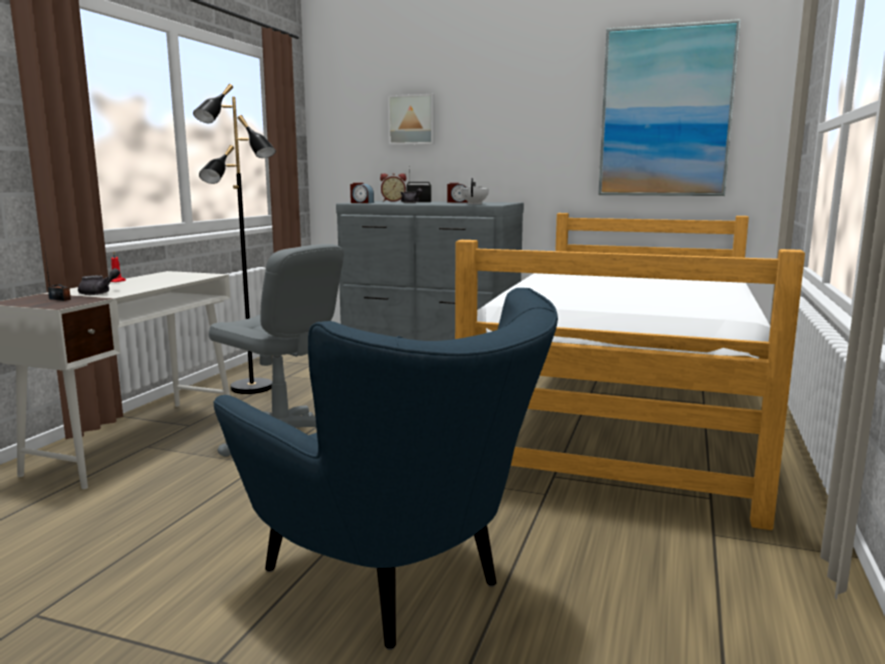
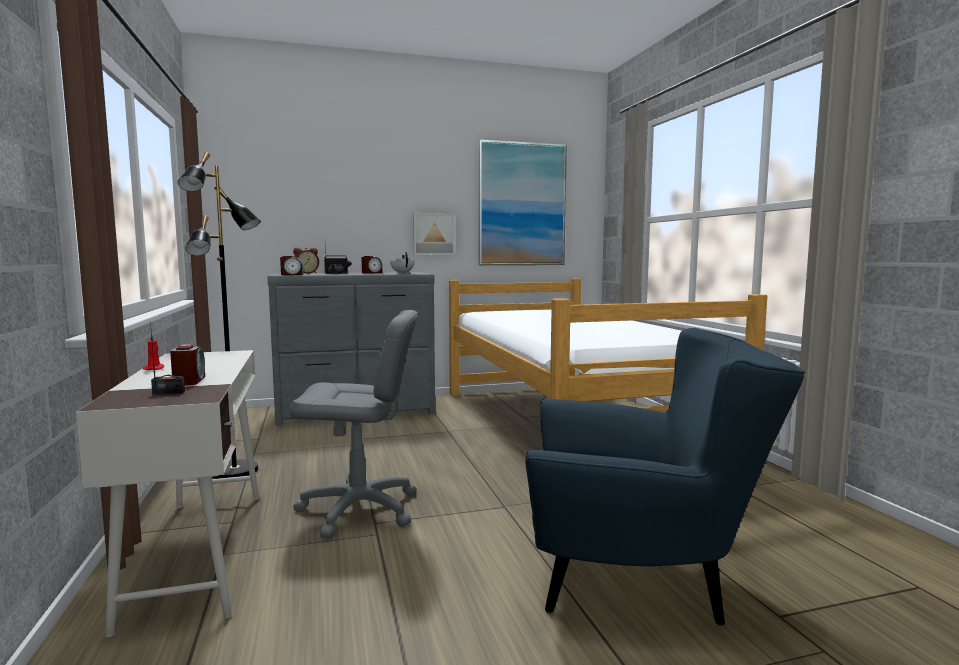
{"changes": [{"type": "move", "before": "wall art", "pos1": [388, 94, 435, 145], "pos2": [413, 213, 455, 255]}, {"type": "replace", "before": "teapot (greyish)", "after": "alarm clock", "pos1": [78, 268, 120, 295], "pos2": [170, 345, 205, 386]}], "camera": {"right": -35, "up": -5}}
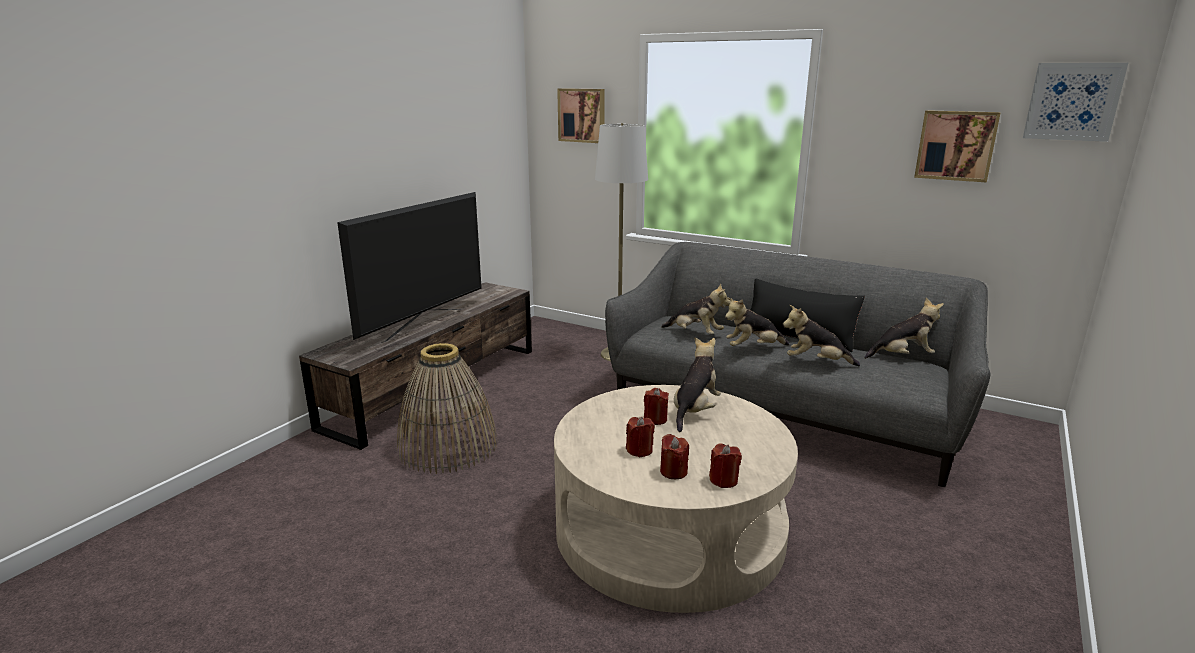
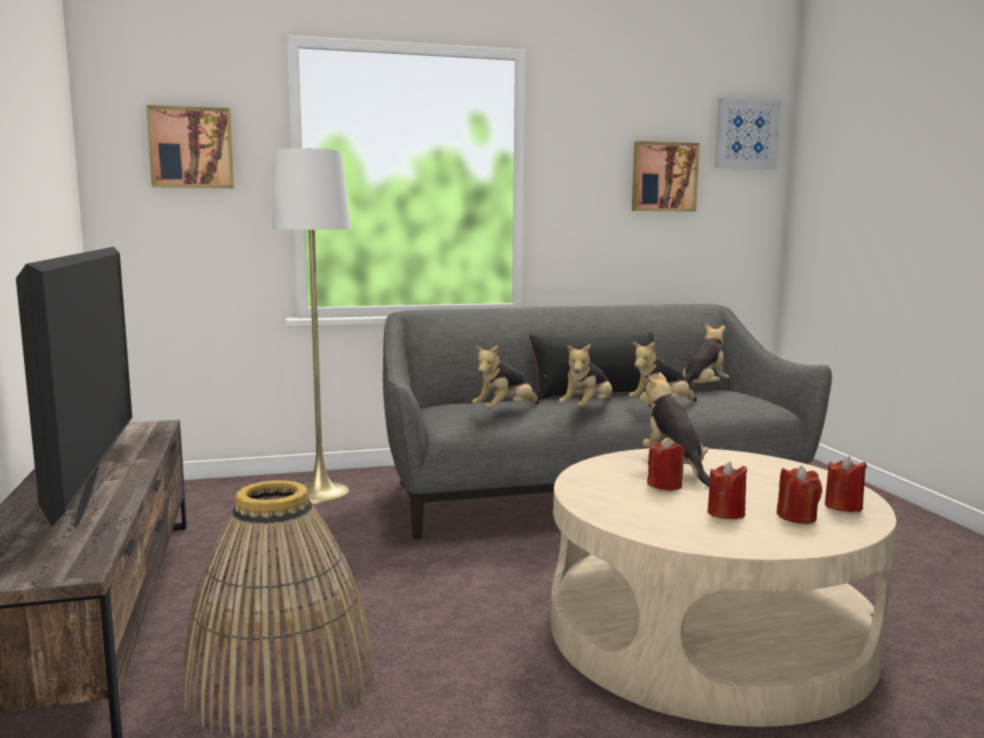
{"changes": [{"type": "rotate", "before": "soft toy", "pos1": [661, 283, 731, 334], "pos2": [472, 345, 539, 409], "turn": 150}], "camera": {"right": -45, "up": -10}}
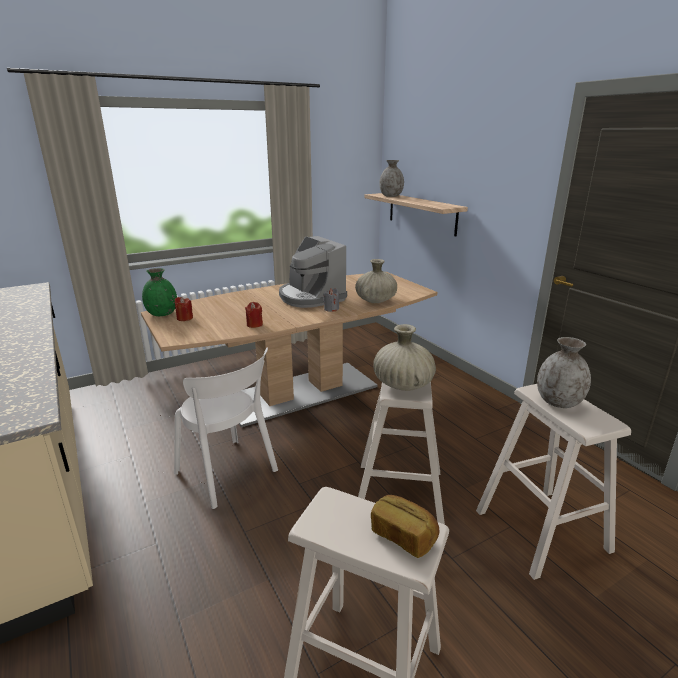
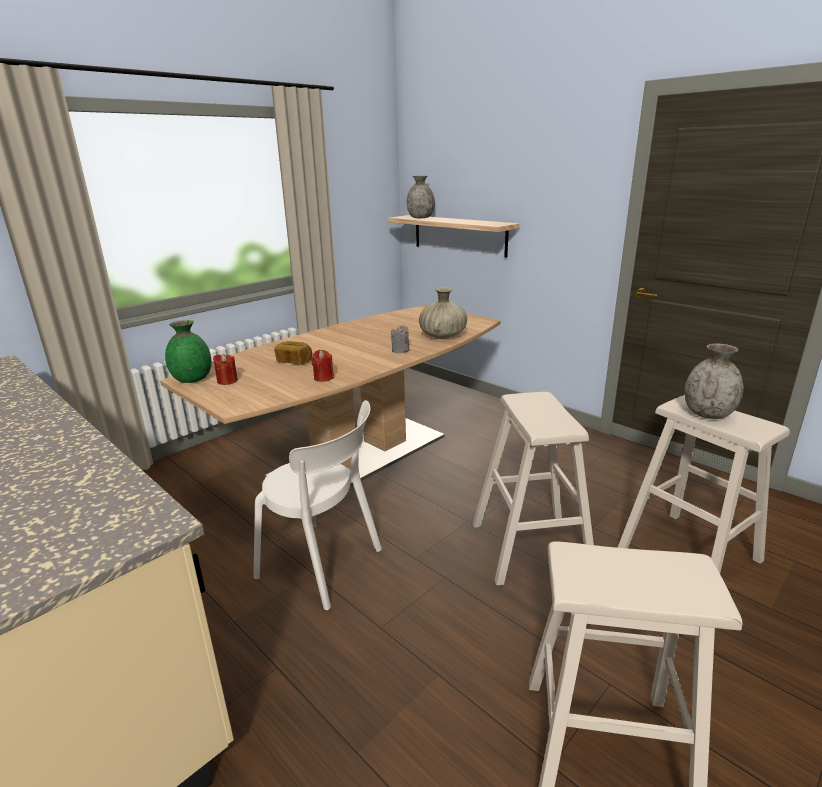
{"changes": [{"type": "delete", "before": "coffee brewer", "pos1": [279, 236, 347, 308]}, {"type": "delete", "before": "flower vase (beige-coloured)", "pos1": [373, 324, 436, 391]}, {"type": "move", "before": "bakery bread", "pos1": [371, 495, 439, 558], "pos2": [274, 341, 312, 365]}], "camera": {"right": -15, "up": 0}}
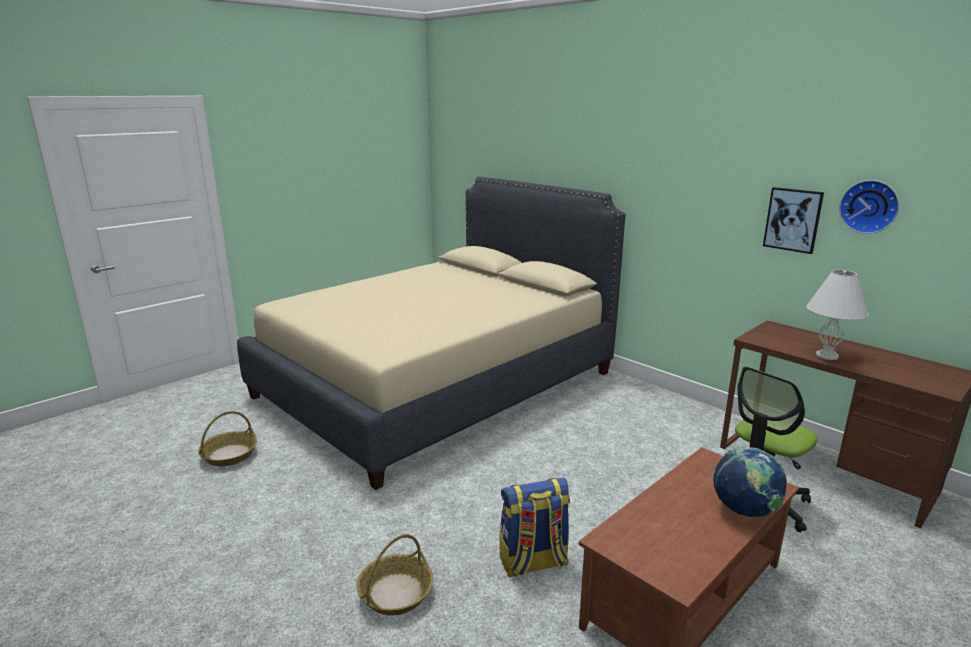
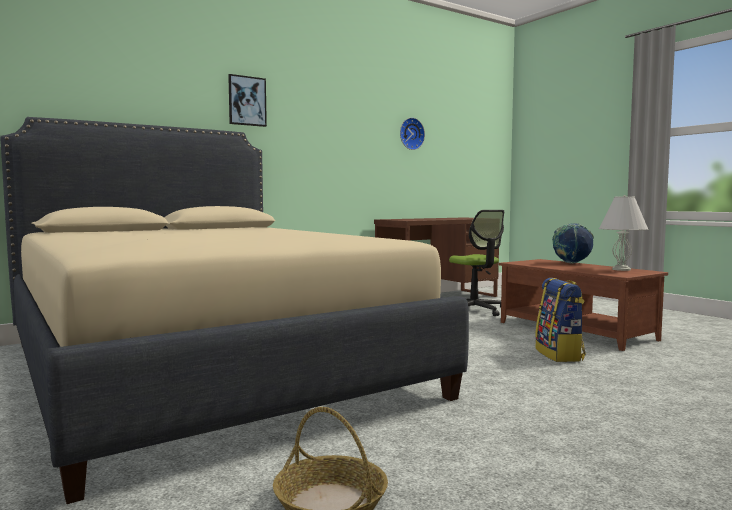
{"changes": [{"type": "delete", "before": "household basket", "pos1": [356, 534, 433, 615]}, {"type": "move", "before": "wall art", "pos1": [763, 187, 824, 254], "pos2": [228, 74, 267, 127]}, {"type": "move", "before": "table lamp (whitish)", "pos1": [806, 270, 868, 360], "pos2": [599, 195, 648, 271]}], "camera": {"right": -80, "up": -15}}
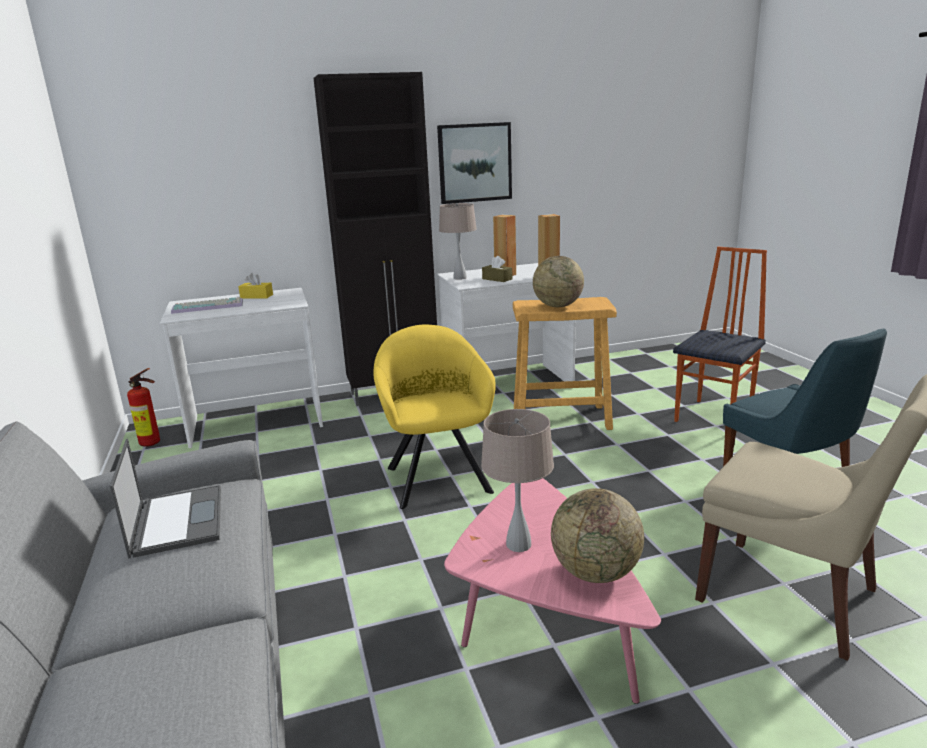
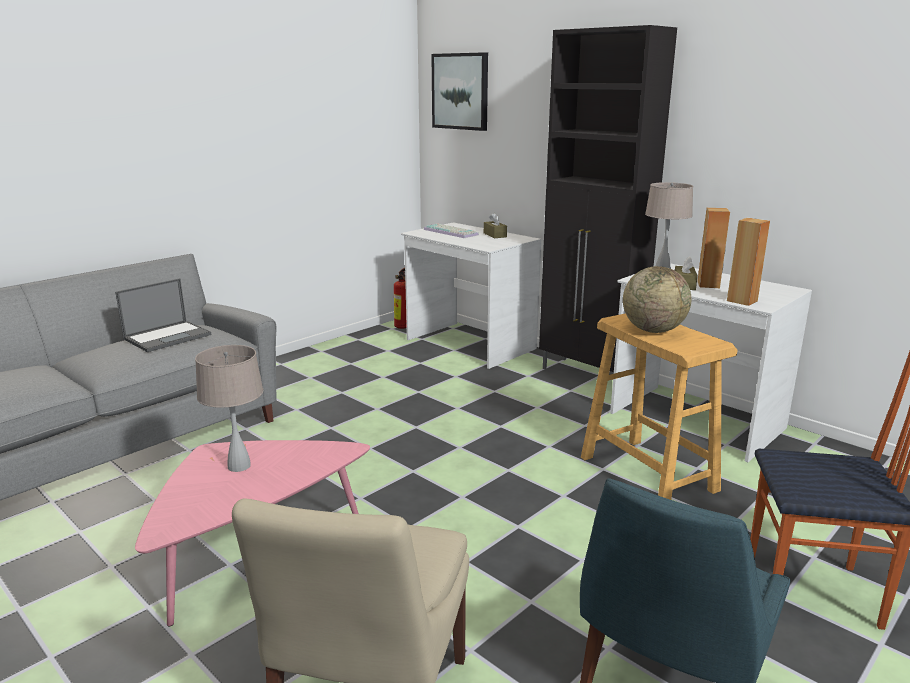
{"changes": [{"type": "delete", "before": "easy chair (yellowish)", "pos1": [373, 325, 496, 509]}, {"type": "delete", "before": "world globe", "pos1": [551, 488, 644, 583]}, {"type": "move", "before": "wall art", "pos1": [437, 122, 512, 204], "pos2": [431, 52, 488, 131]}, {"type": "recolor", "before": "tissue box (yellowish)", "after": "tissue box (brownish)", "pos1": [238, 273, 273, 299], "pos2": [484, 213, 507, 238]}], "camera": {"right": 60, "up": 0}}
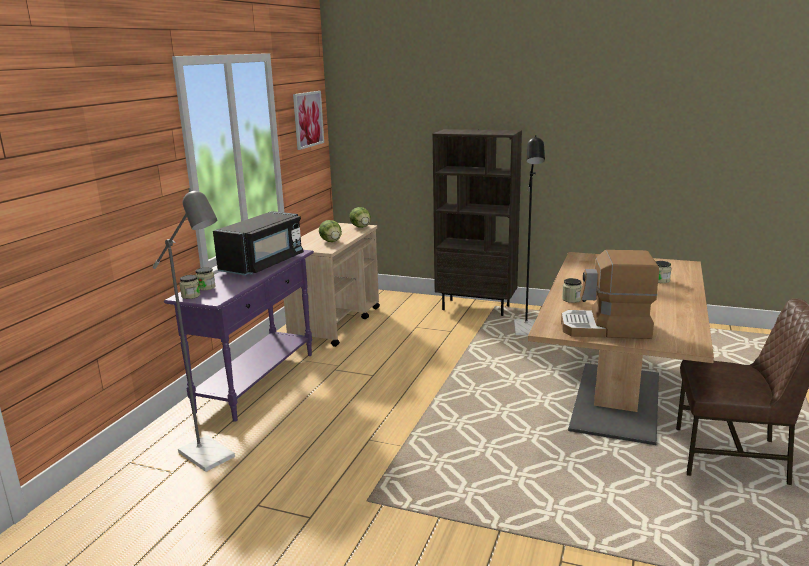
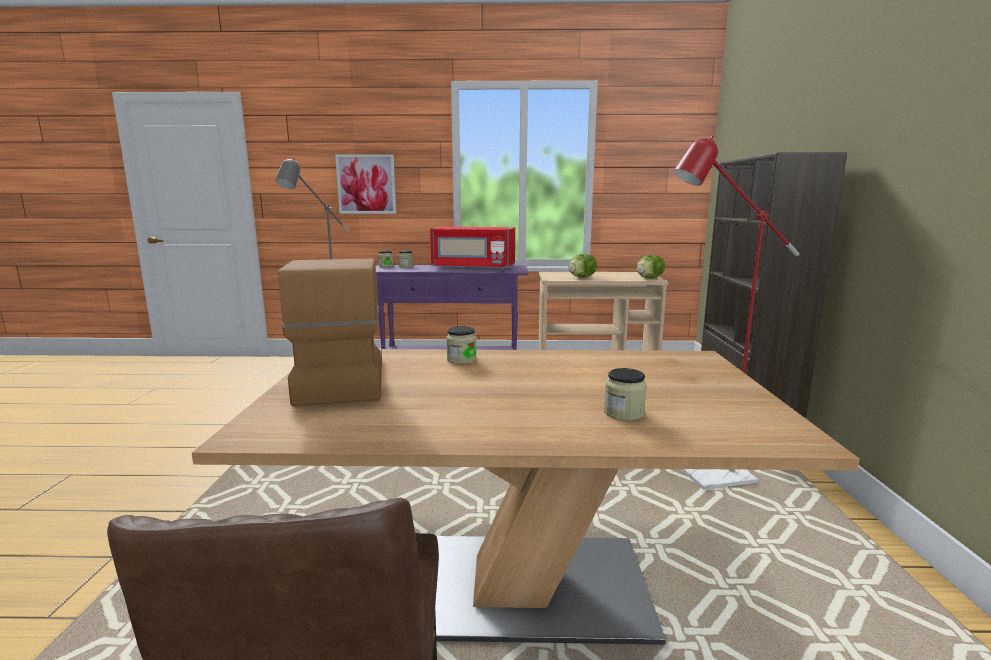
{"changes": [{"type": "move", "before": "wall art", "pos1": [293, 91, 324, 150], "pos2": [335, 154, 396, 214]}, {"type": "recolor", "before": "microwave (black)", "after": "microwave (red-coloured)", "pos1": [213, 211, 304, 275], "pos2": [430, 227, 515, 270]}, {"type": "recolor", "before": "standard lamp (black)", "after": "standard lamp (red-coloured)", "pos1": [514, 135, 545, 335], "pos2": [674, 136, 800, 490]}], "camera": {"right": 70, "up": -5}}
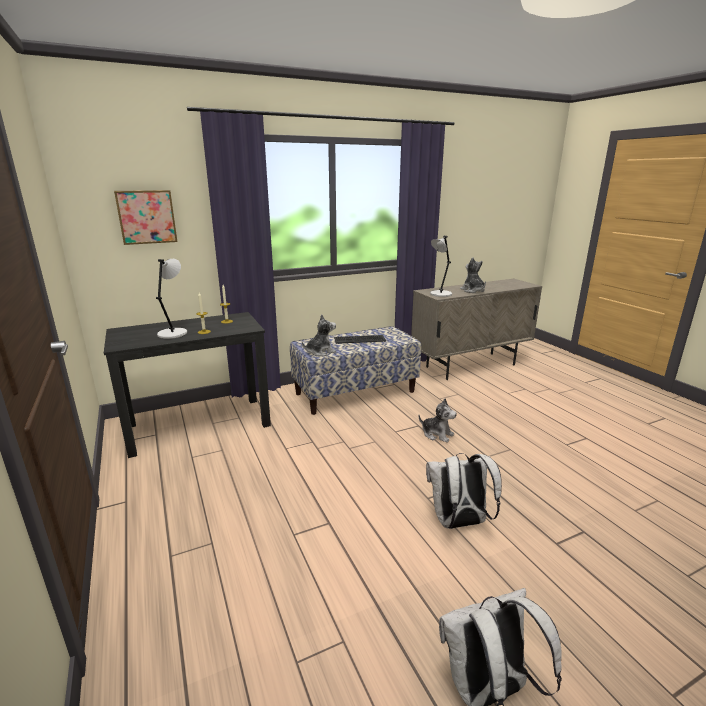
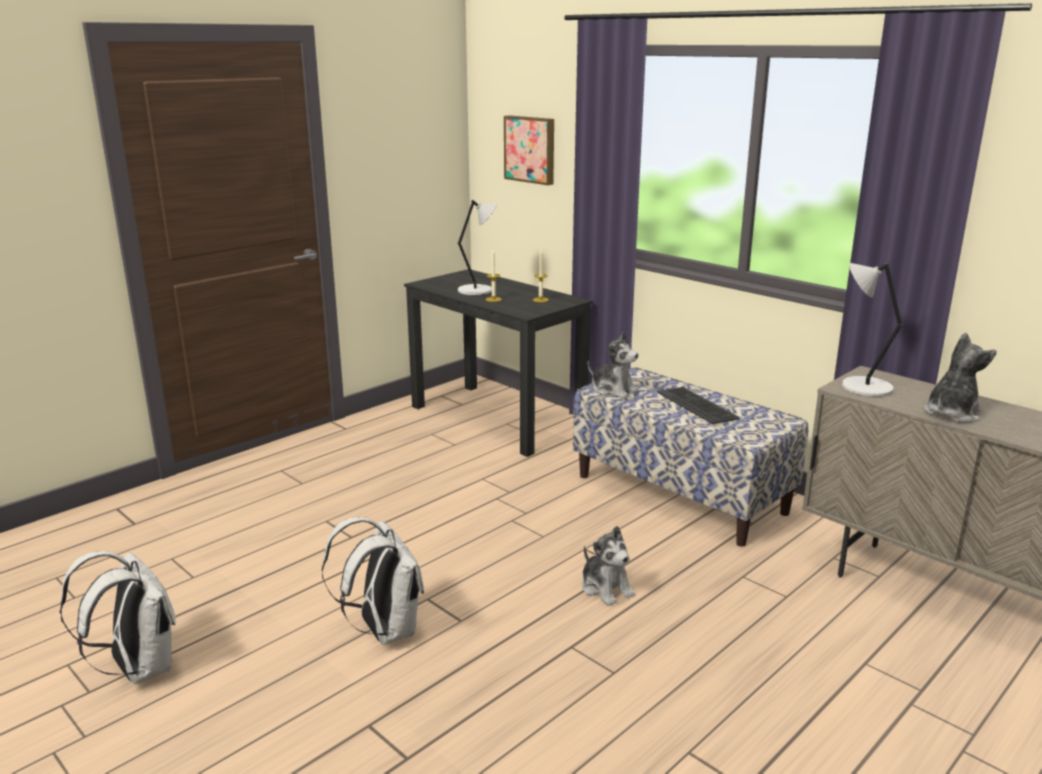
{"changes": [{"type": "rotate", "before": "soft toy", "pos1": [418, 398, 457, 443], "pos2": [582, 526, 635, 606], "turn": -45}], "camera": {"right": 70, "up": 0}}
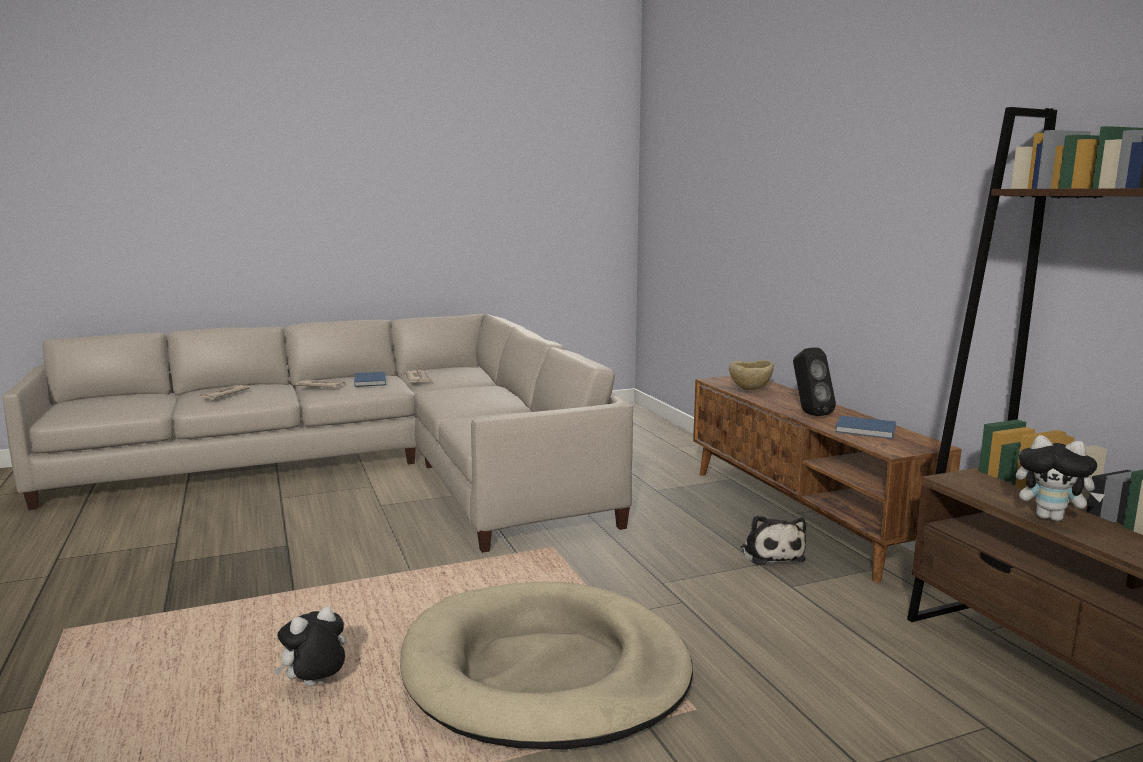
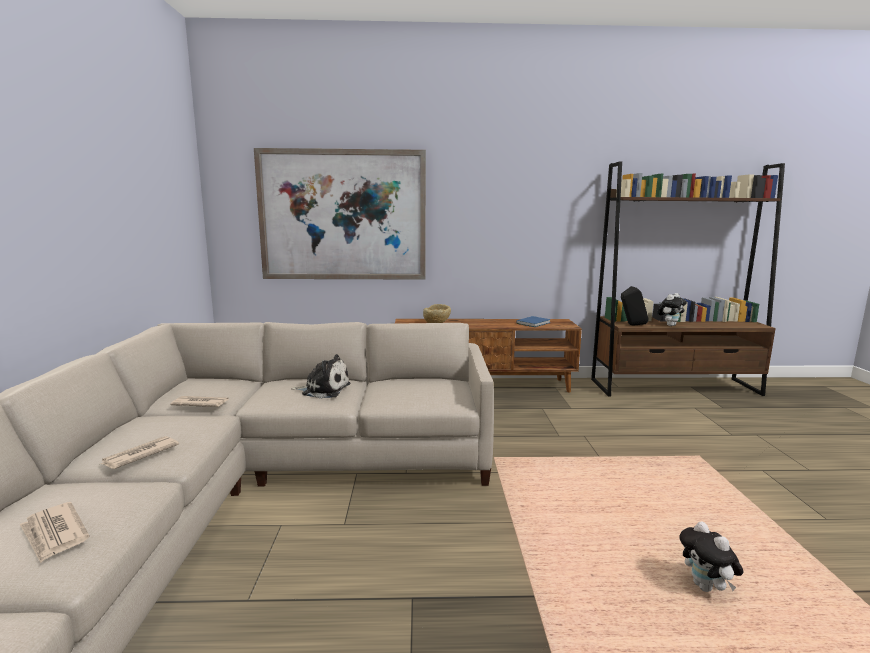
{"changes": [{"type": "delete", "before": "book (bluish)", "pos1": [354, 372, 386, 387]}, {"type": "delete", "before": "dog cushion (beige-coloured)", "pos1": [400, 582, 693, 750]}, {"type": "insert", "after": "wall art", "pos2": [254, 148, 426, 280]}, {"type": "move", "before": "soft toy", "pos1": [741, 515, 806, 565], "pos2": [291, 354, 350, 398]}, {"type": "move", "before": "speaker (black)", "pos1": [793, 348, 836, 416], "pos2": [621, 286, 649, 325]}], "camera": {"right": -70, "up": 0}}
